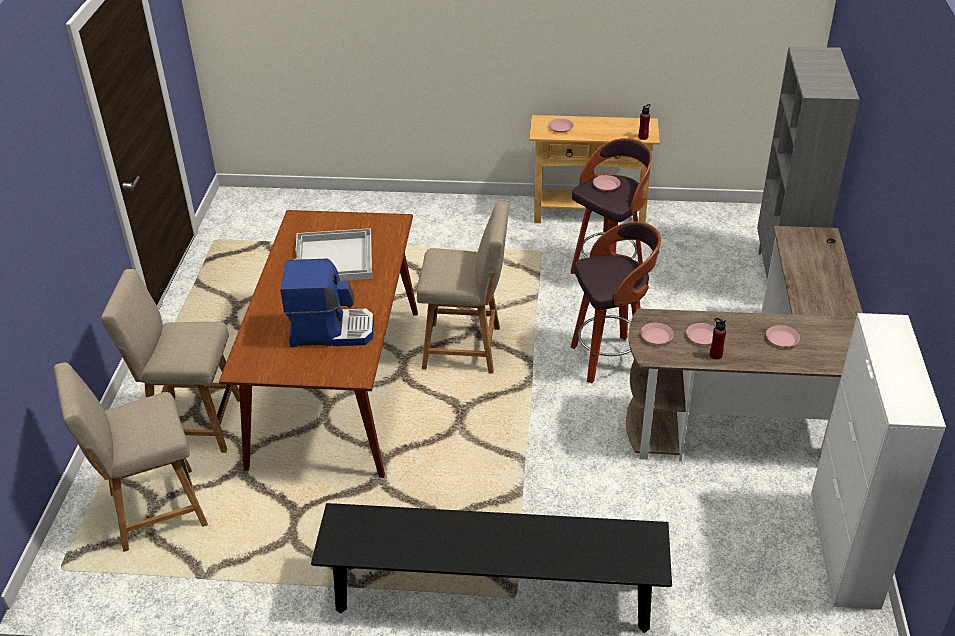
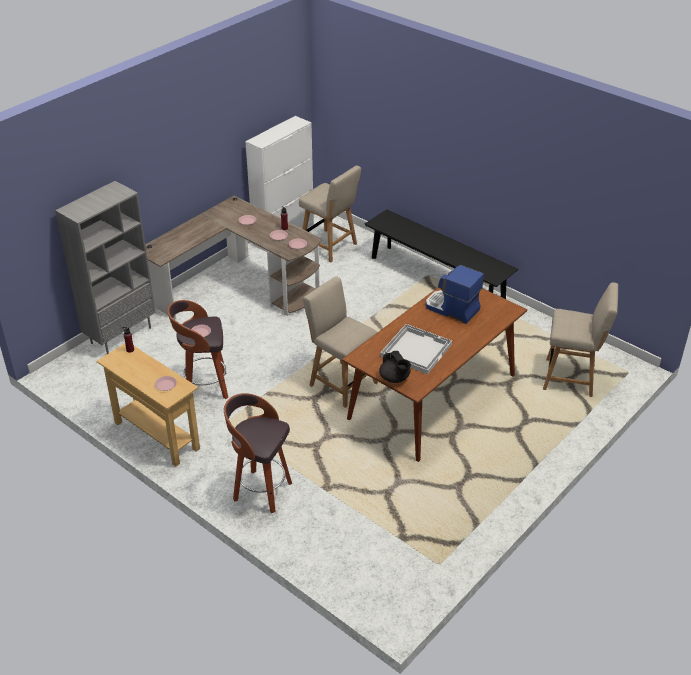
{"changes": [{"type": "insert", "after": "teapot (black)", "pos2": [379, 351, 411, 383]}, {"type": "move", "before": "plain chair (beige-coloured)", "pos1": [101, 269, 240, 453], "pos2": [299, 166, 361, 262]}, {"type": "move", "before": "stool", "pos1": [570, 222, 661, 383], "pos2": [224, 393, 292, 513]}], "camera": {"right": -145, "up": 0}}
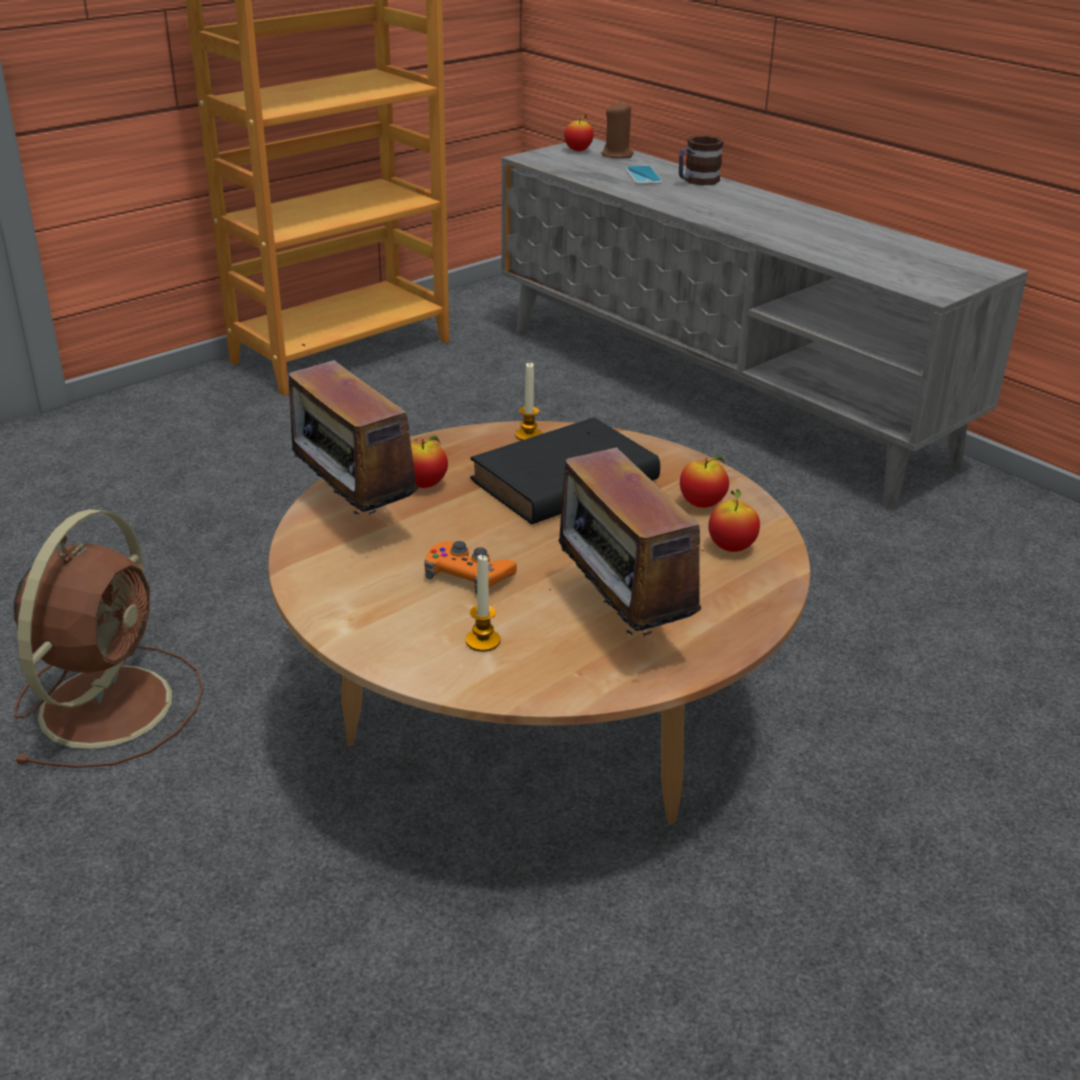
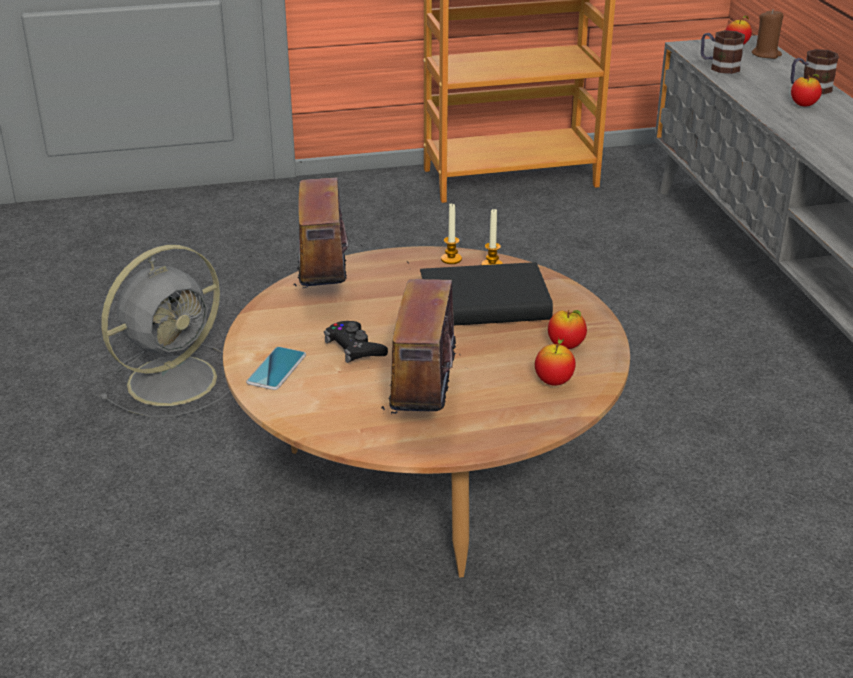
{"changes": [{"type": "insert", "after": "mug", "pos2": [701, 30, 745, 74]}, {"type": "move", "before": "whole apple", "pos1": [411, 436, 448, 488], "pos2": [791, 74, 822, 107]}, {"type": "move", "before": "candle", "pos1": [466, 554, 501, 652], "pos2": [441, 204, 462, 264]}, {"type": "move", "before": "phone", "pos1": [625, 166, 663, 184], "pos2": [246, 347, 306, 390]}, {"type": "recolor", "before": "fan (brownish)", "after": "fan (greyish)", "pos1": [13, 509, 204, 768], "pos2": [99, 245, 231, 418]}, {"type": "recolor", "before": "gamepad (orange)", "after": "gamepad (black)", "pos1": [424, 541, 517, 595], "pos2": [324, 321, 388, 363]}], "camera": {"right": 30, "up": 0}}
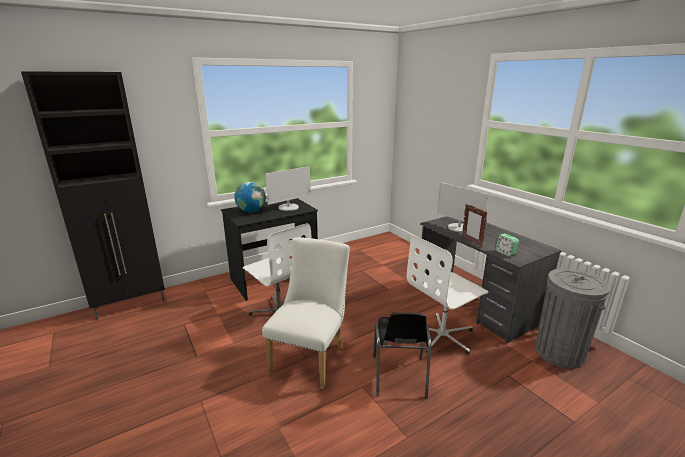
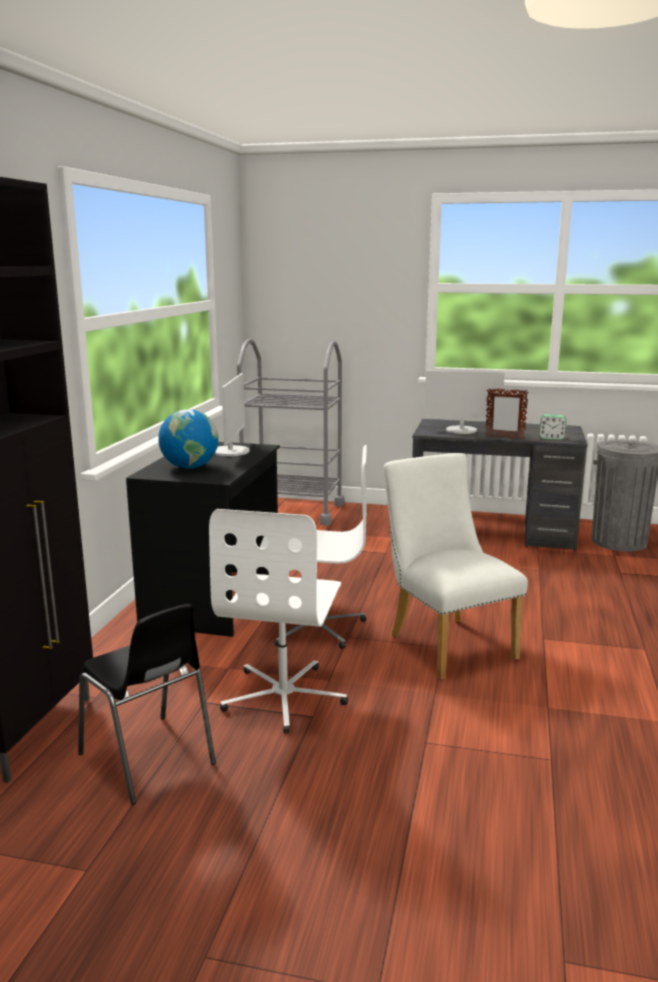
{"changes": [{"type": "insert", "after": "trolley (greyish)", "pos2": [237, 339, 345, 526]}, {"type": "move", "before": "plain chair (black)", "pos1": [373, 313, 431, 399], "pos2": [78, 604, 216, 805]}, {"type": "move", "before": "computer chair (whitish)", "pos1": [407, 235, 488, 355], "pos2": [209, 509, 348, 734]}], "camera": {"right": -45, "up": -5}}
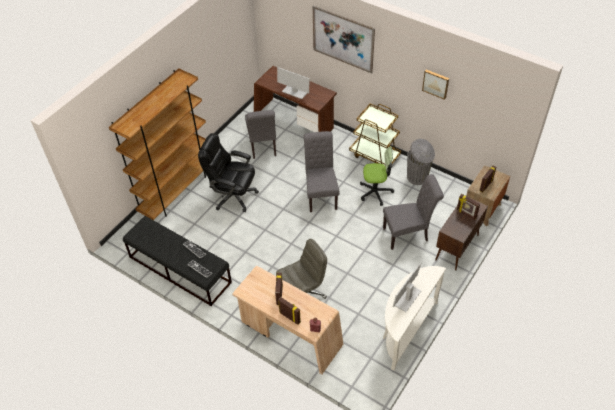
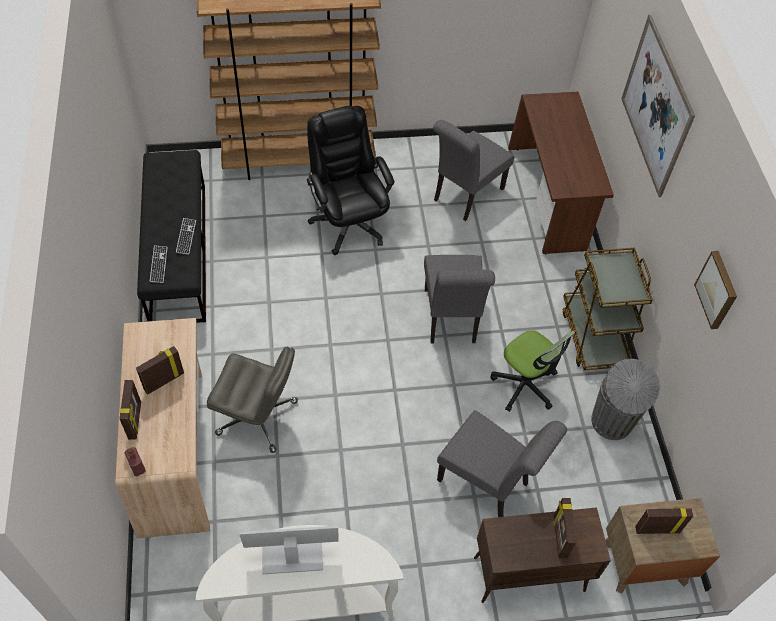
{"changes": [{"type": "delete", "before": "computer display", "pos1": [277, 67, 310, 99]}, {"type": "rotate", "before": "plain chair (greyish)", "pos1": [303, 131, 339, 212], "pos2": [424, 255, 495, 344], "turn": 135}], "camera": {"right": 45, "up": 5}}
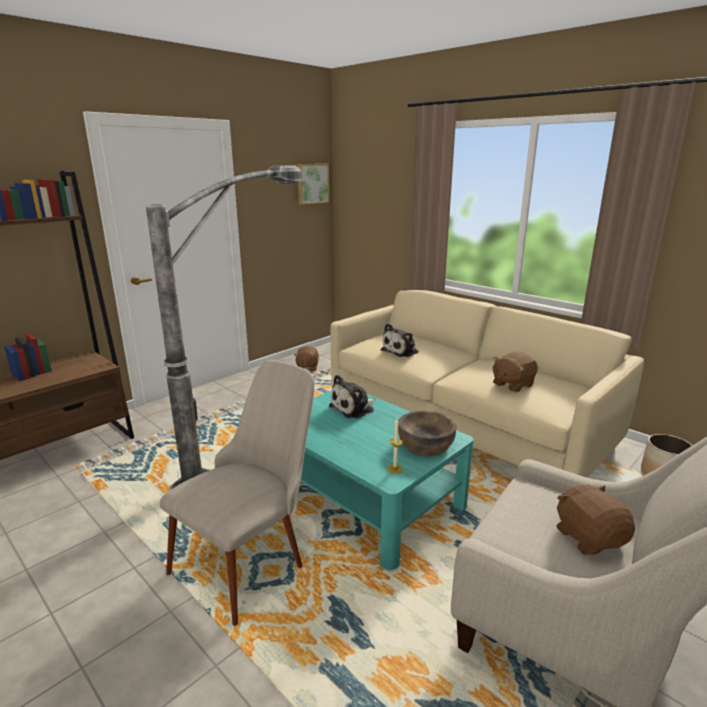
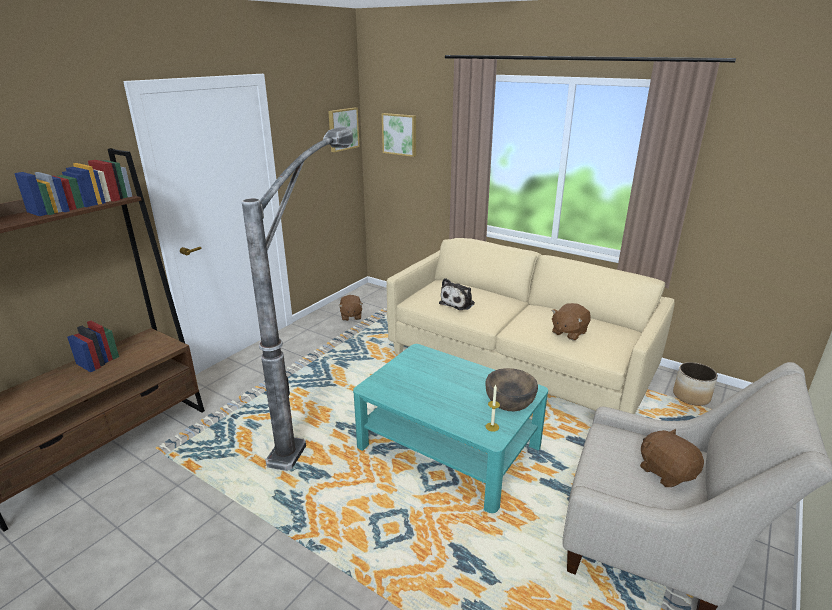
{"changes": [{"type": "delete", "before": "plain chair (beige-coloured)", "pos1": [160, 360, 315, 626]}, {"type": "delete", "before": "soft toy", "pos1": [329, 375, 375, 418]}, {"type": "insert", "after": "wall art", "pos2": [382, 113, 416, 157]}], "camera": {"right": -10, "up": 5}}
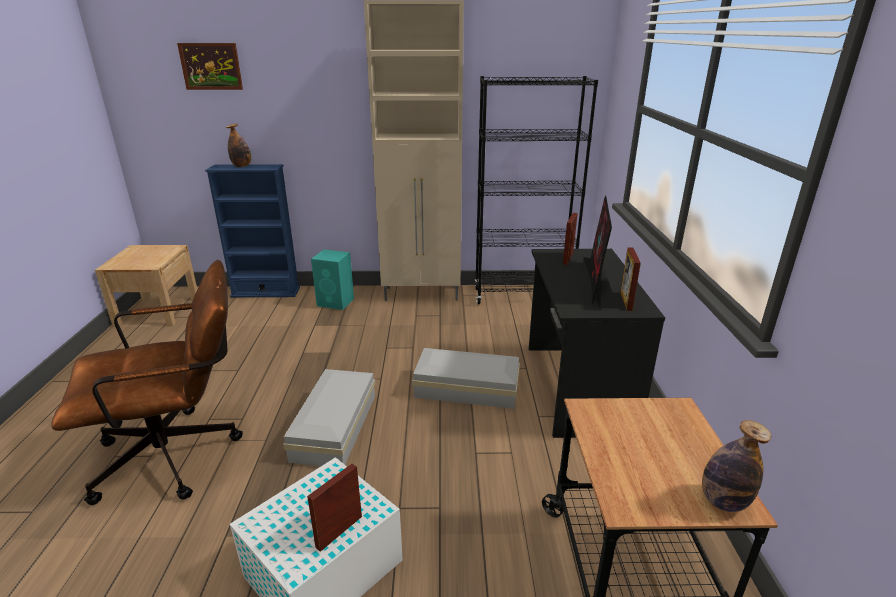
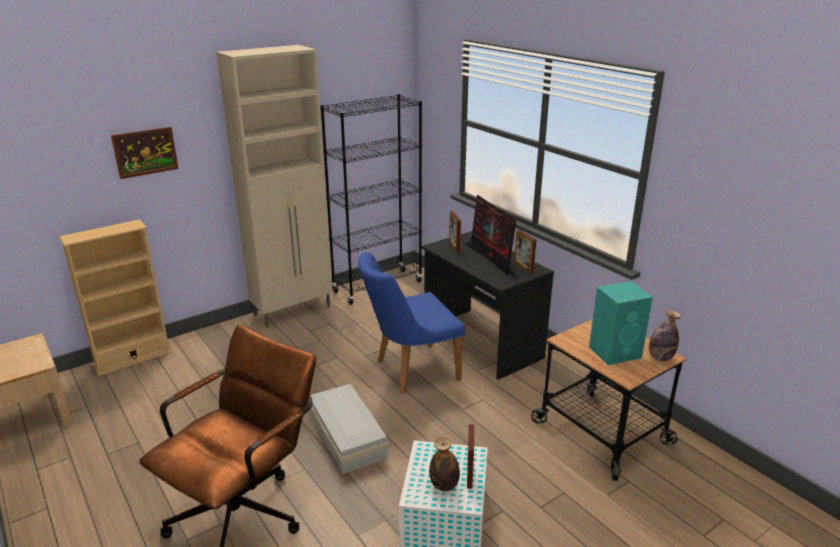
{"changes": [{"type": "move", "before": "wall art", "pos1": [177, 43, 243, 90], "pos2": [111, 127, 179, 179]}, {"type": "move", "before": "bottle", "pos1": [226, 124, 251, 167], "pos2": [429, 437, 460, 491]}, {"type": "move", "before": "speaker (turquoise-coloured)", "pos1": [311, 250, 354, 310], "pos2": [589, 281, 653, 365]}, {"type": "replace", "before": "storage box (whitish)", "after": "plain chair (bluish)", "pos1": [412, 348, 520, 409], "pos2": [358, 252, 465, 394]}, {"type": "recolor", "before": "bookcase (bluish)", "after": "bookcase (beige-coloured)", "pos1": [205, 164, 300, 297], "pos2": [59, 219, 172, 376]}], "camera": {"right": -35, "up": 0}}
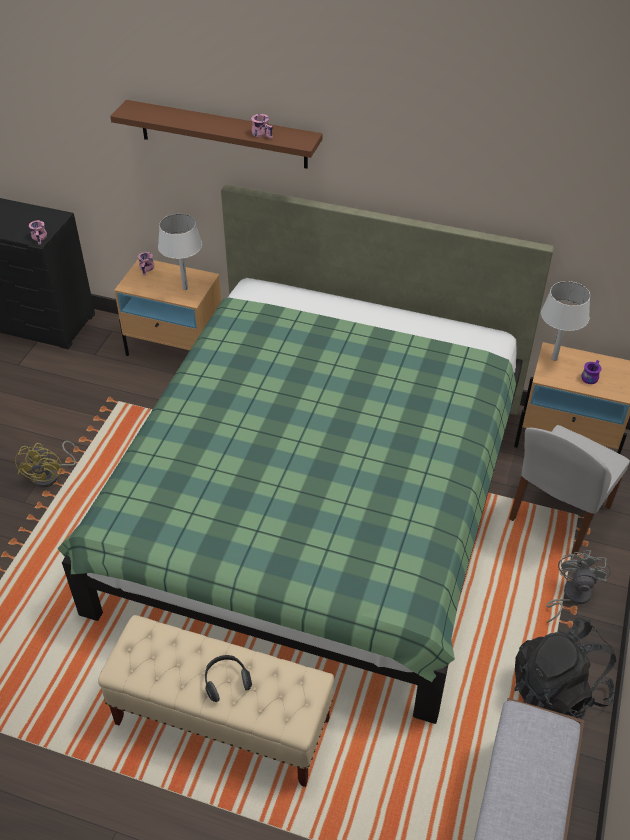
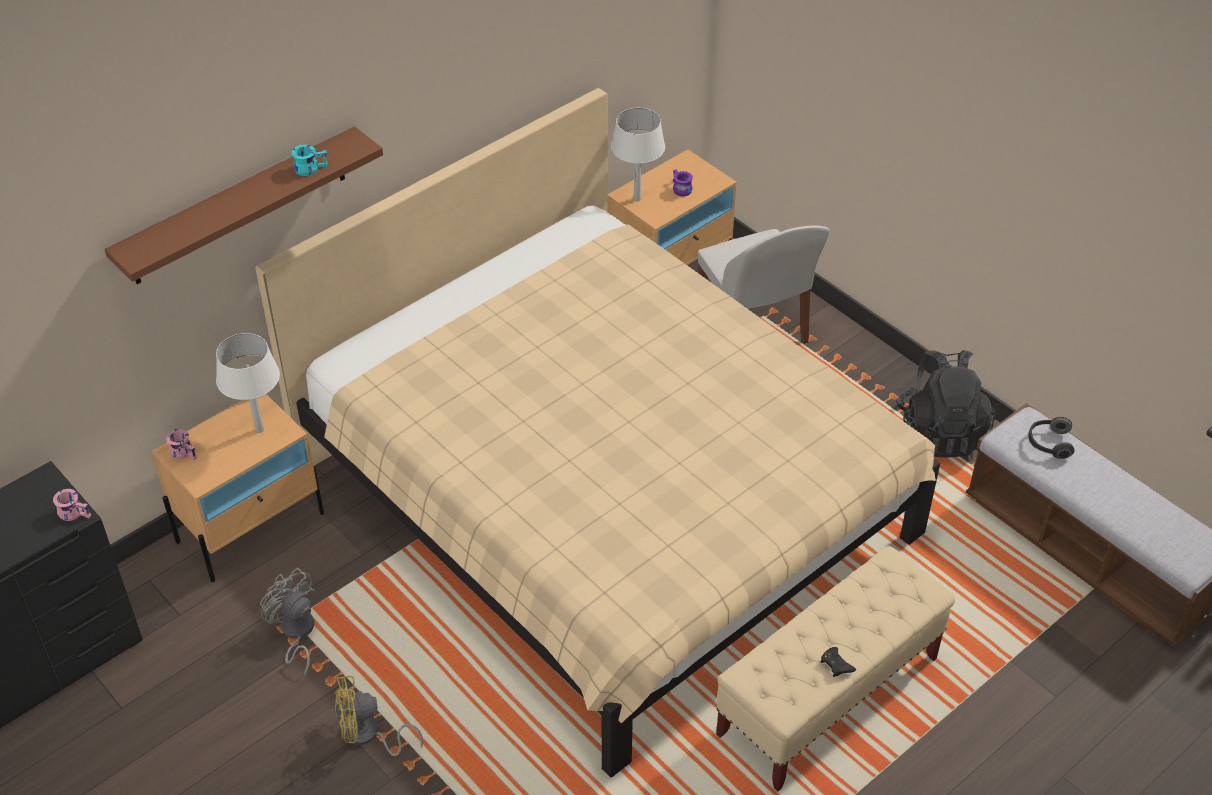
{"changes": [{"type": "insert", "after": "gamepad (black)", "pos2": [821, 647, 856, 677]}, {"type": "move", "before": "headphones", "pos1": [205, 655, 252, 702], "pos2": [1028, 417, 1074, 459]}, {"type": "move", "before": "fan (greyish)", "pos1": [546, 550, 611, 623], "pos2": [260, 568, 315, 676]}, {"type": "recolor", "before": "sleeping bed (green)", "after": "sleeping bed (beige-coloured)", "pos1": [57, 184, 554, 724], "pos2": [255, 88, 940, 778]}, {"type": "recolor", "before": "mug (pink-coloured)", "after": "mug (turquoise-coloured)", "pos1": [251, 114, 273, 139], "pos2": [292, 145, 328, 176]}, {"type": "rotate", "before": "fan (yellowish)", "pos1": [15, 441, 77, 488], "pos2": [335, 676, 423, 756], "turn": 135}], "camera": {"right": -60, "up": 0}}
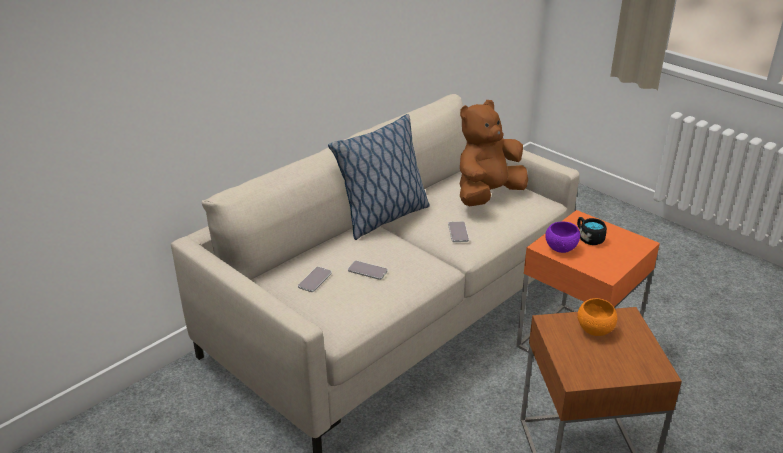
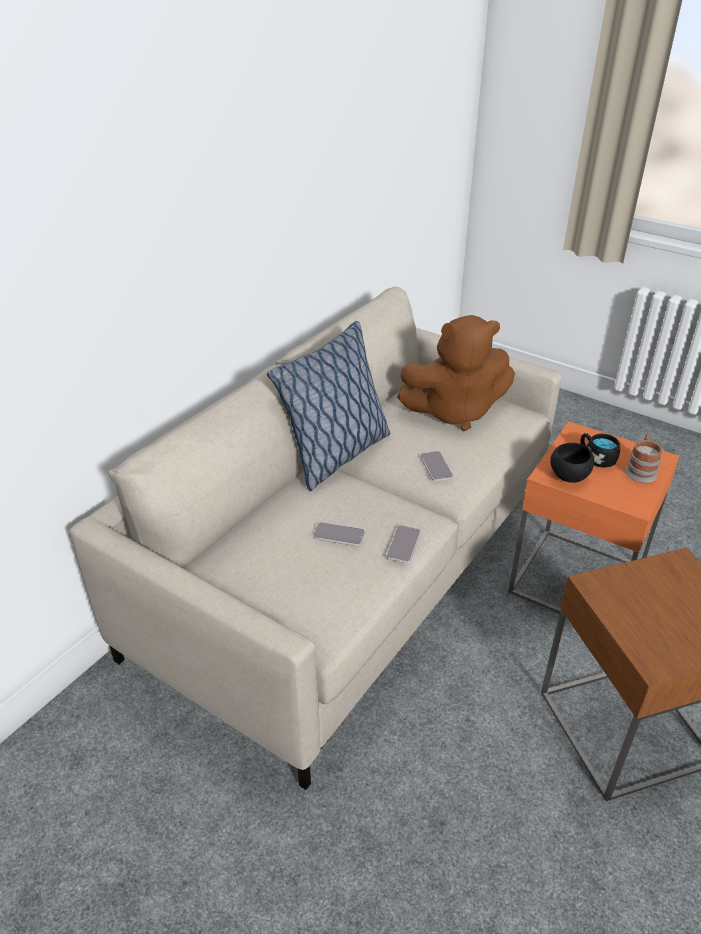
{"changes": [{"type": "delete", "before": "deep dish (orange)", "pos1": [577, 298, 617, 336]}, {"type": "insert", "after": "mug", "pos2": [625, 434, 662, 483]}, {"type": "move", "before": "phone", "pos1": [298, 267, 332, 292], "pos2": [386, 525, 421, 563]}, {"type": "recolor", "before": "deep dish (purple)", "after": "deep dish (black)", "pos1": [545, 222, 580, 253], "pos2": [550, 443, 594, 483]}, {"type": "rotate", "before": "soft toy (brownish)", "pos1": [459, 100, 528, 206], "pos2": [397, 315, 515, 431], "turn": -135}], "camera": {"right": -10, "up": 5}}
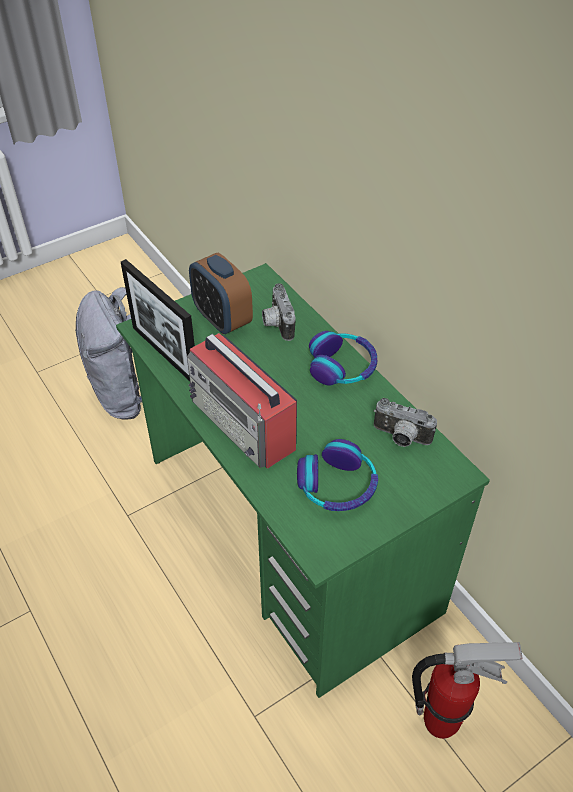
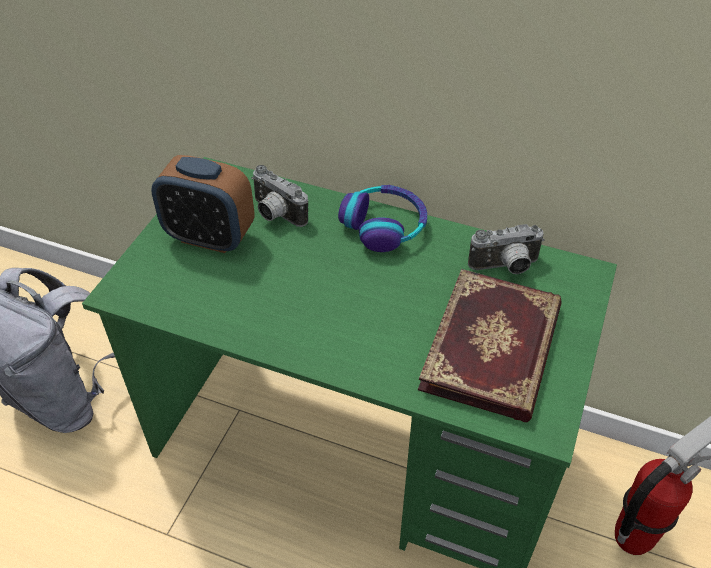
{"changes": [{"type": "delete", "before": "photo frame", "pos1": [121, 259, 195, 381]}, {"type": "delete", "before": "radio receiver", "pos1": [187, 333, 297, 469]}, {"type": "replace", "before": "headphones", "after": "book", "pos1": [297, 439, 378, 511], "pos2": [418, 269, 562, 422]}], "camera": {"right": -35, "up": 0}}
